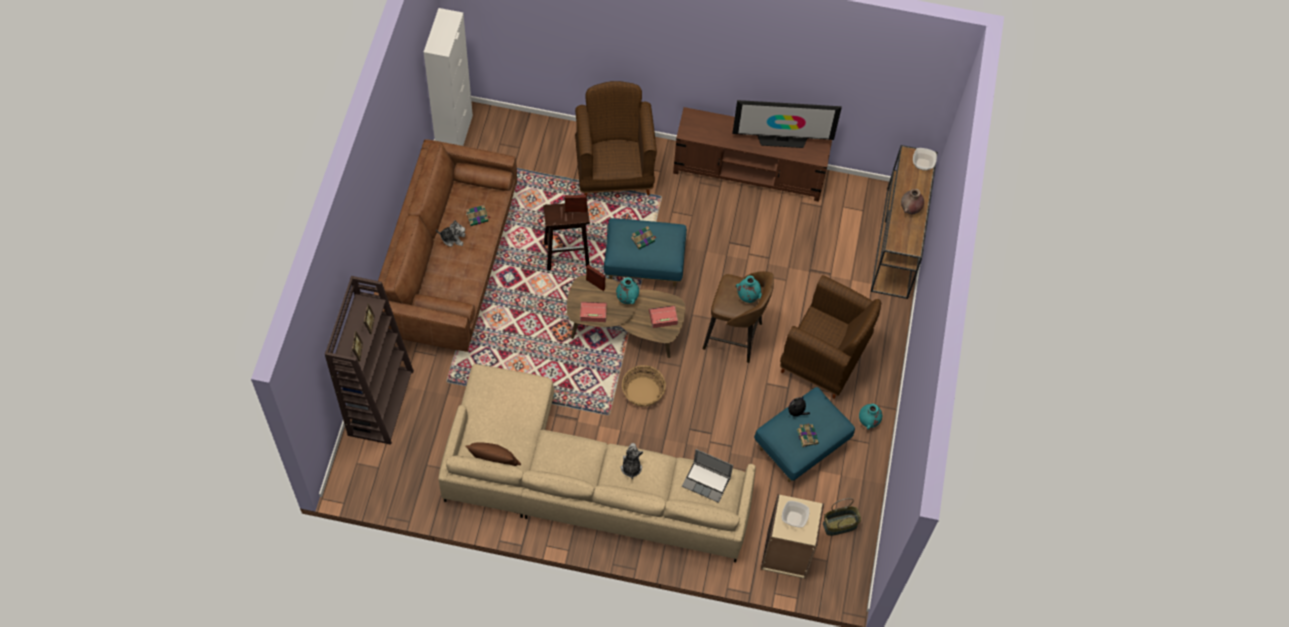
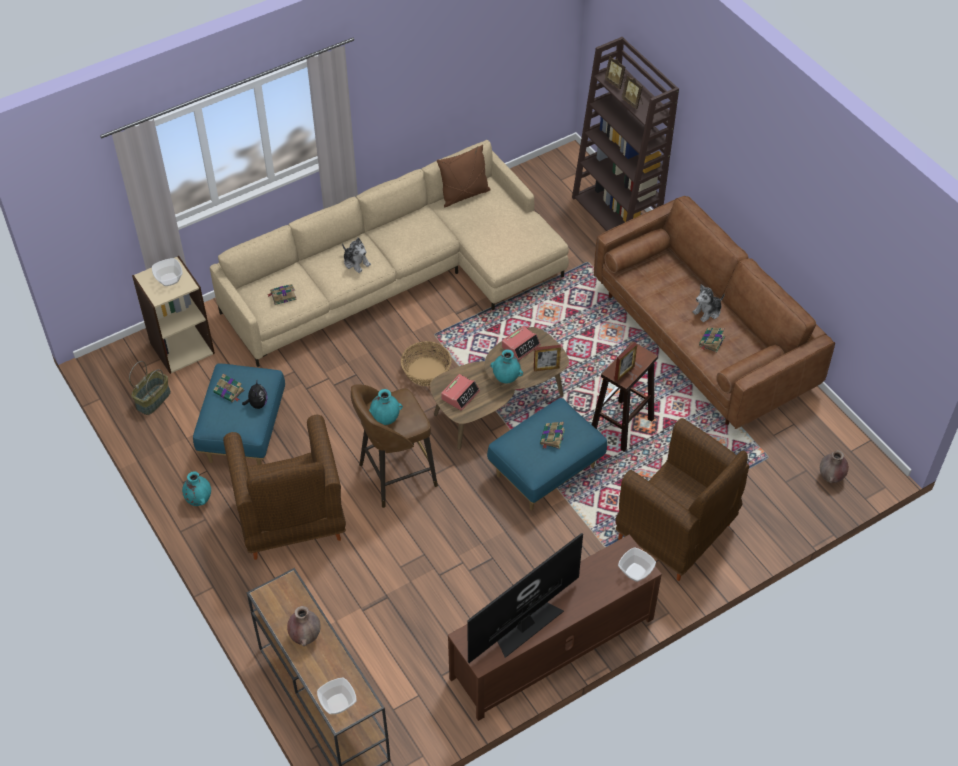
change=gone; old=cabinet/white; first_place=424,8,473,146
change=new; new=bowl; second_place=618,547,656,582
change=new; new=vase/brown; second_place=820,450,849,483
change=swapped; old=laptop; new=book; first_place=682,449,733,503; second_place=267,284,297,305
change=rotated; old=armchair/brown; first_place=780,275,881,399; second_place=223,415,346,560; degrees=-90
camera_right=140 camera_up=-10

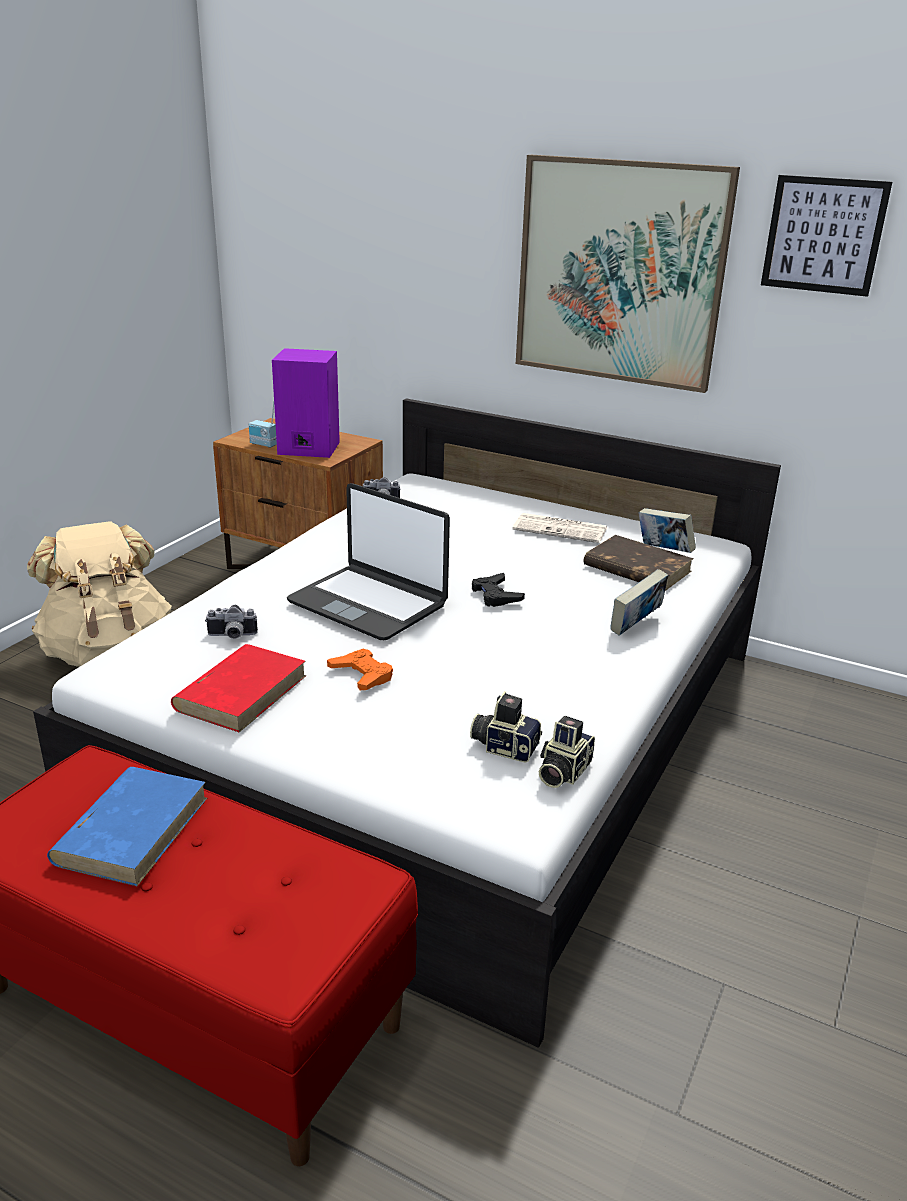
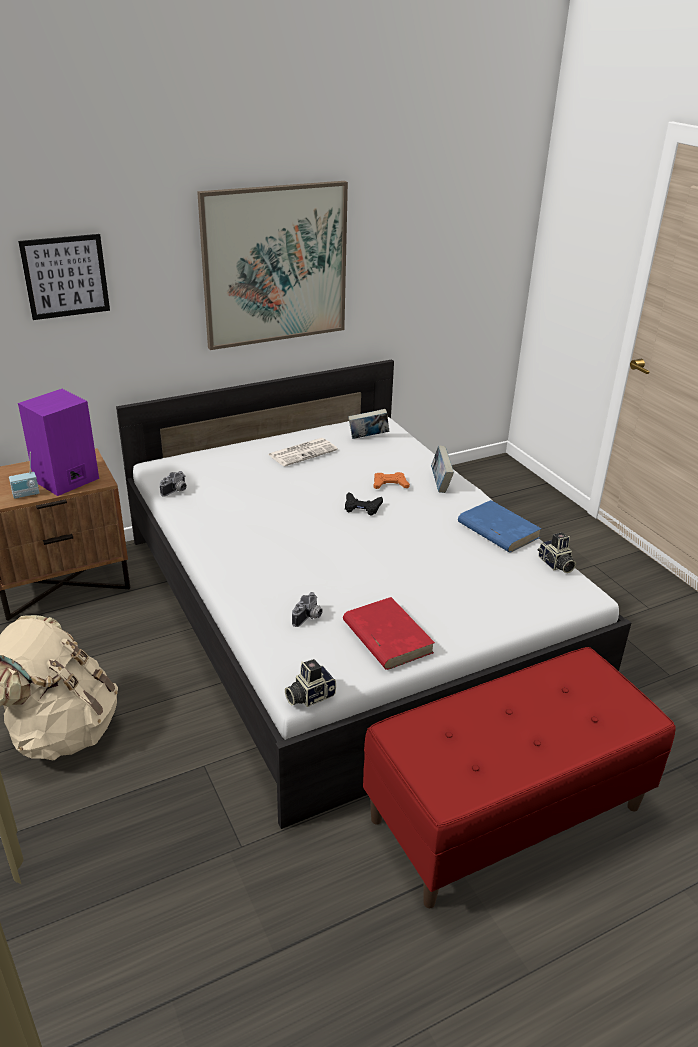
change=gone; old=laptop; first_place=287,483,450,640
change=gone; old=book/brown; first_place=584,535,694,591
change=shifted; old=book/blue; first_place=47,767,207,886; second_place=458,500,542,552
change=shifted; old=game controller/orange; first_place=327,649,393,690; second_place=373,472,410,489
change=shifted; old=photo camera; first_place=470,691,542,762; second_place=285,659,336,707
change=shifted; old=picture; first_place=761,175,892,297; second_place=18,234,110,320
camera_right=-55 camera_up=5

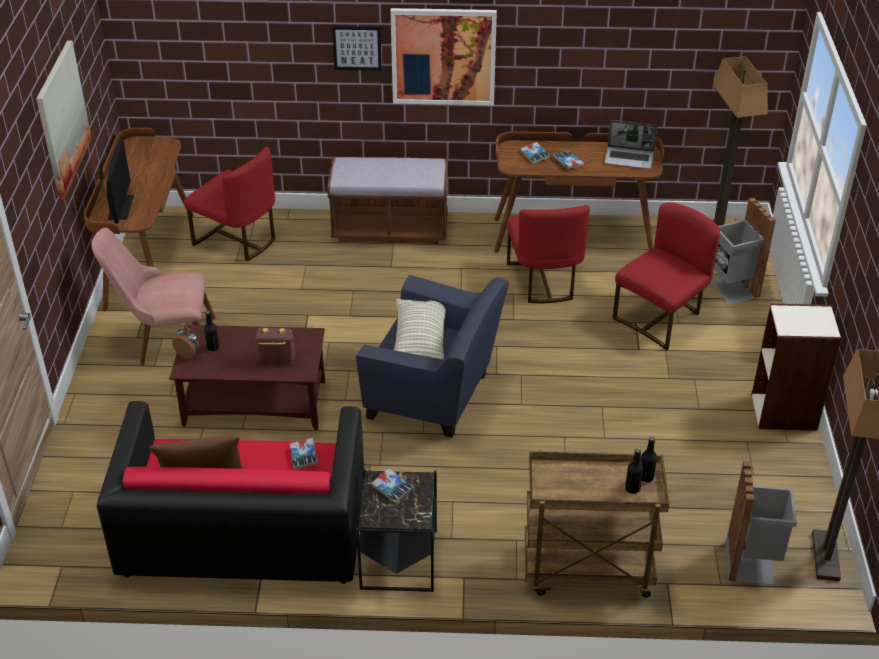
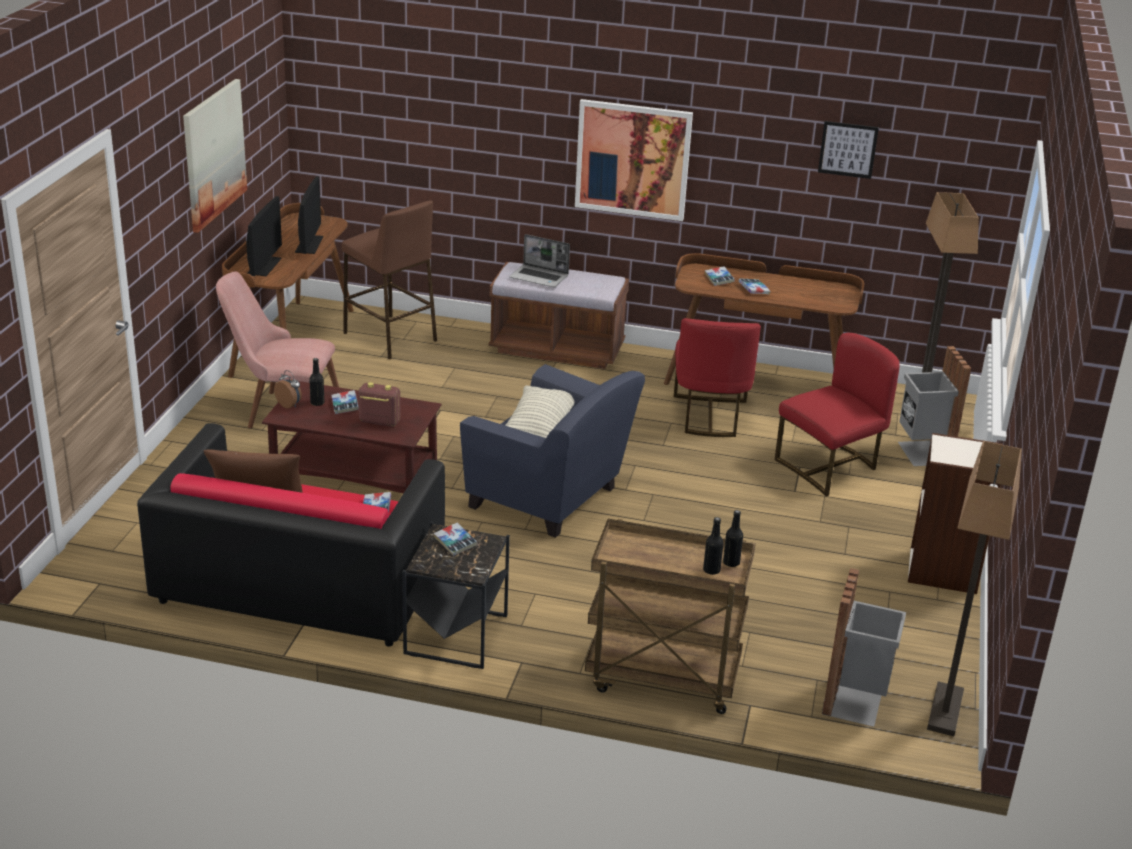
change=new; new=monitor; second_place=295,176,323,254
change=new; new=book; second_place=331,390,359,414
change=shifted; old=picture; first_place=332,26,382,71; second_place=818,121,879,179
change=shifted; old=laptop; first_place=604,120,657,169; second_place=510,234,570,287
change=swapped; old=chair/red; new=stool/brown; first_place=184,147,275,261; second_place=342,201,437,359
camera_right=10 camera_up=-10

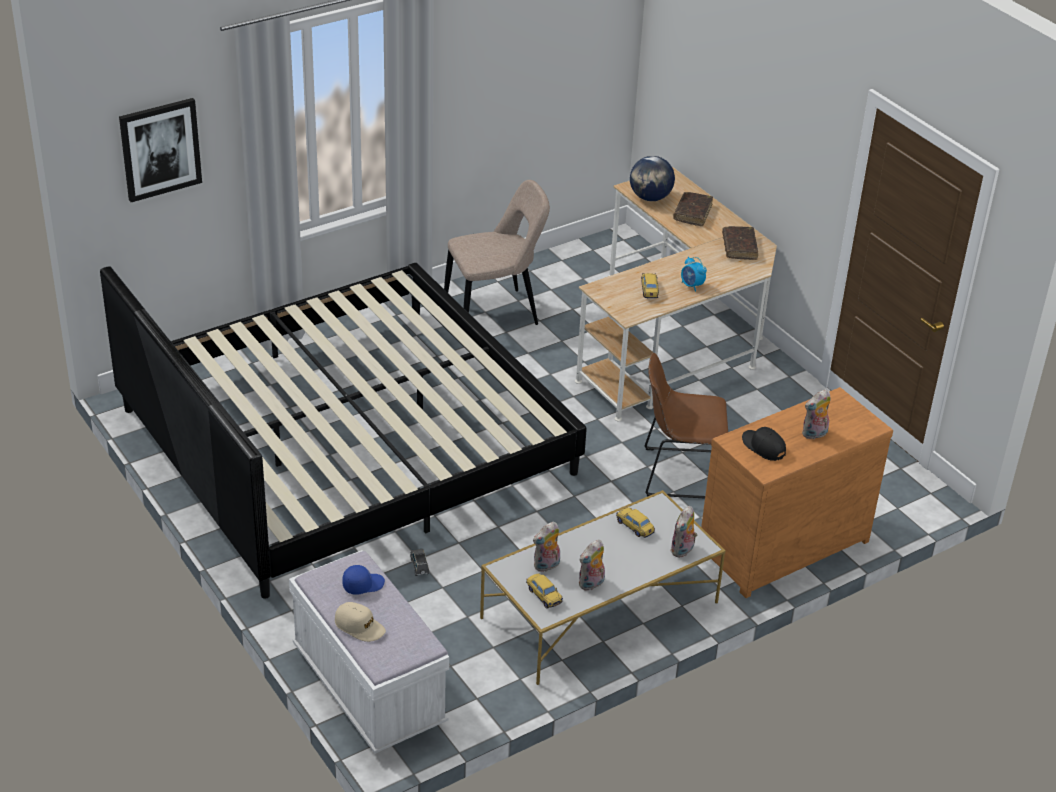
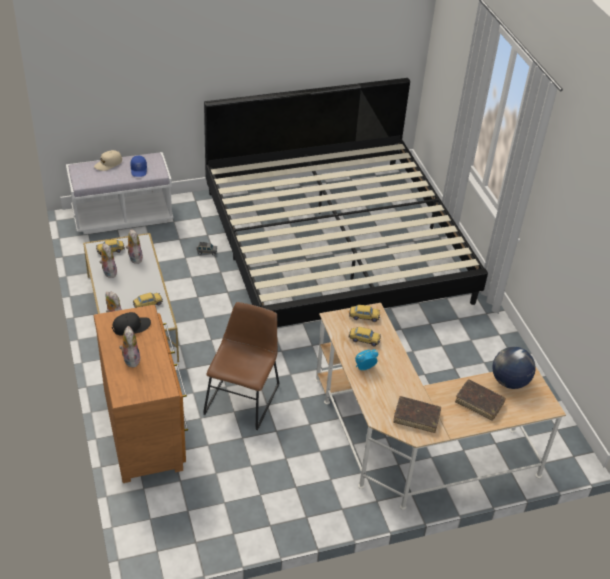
change=gone; old=picture; first_place=119,98,202,202
change=gone; old=chair/beige; first_place=444,180,550,325
change=new; new=toy car; second_place=349,305,380,322
camera_right=105 camera_up=5

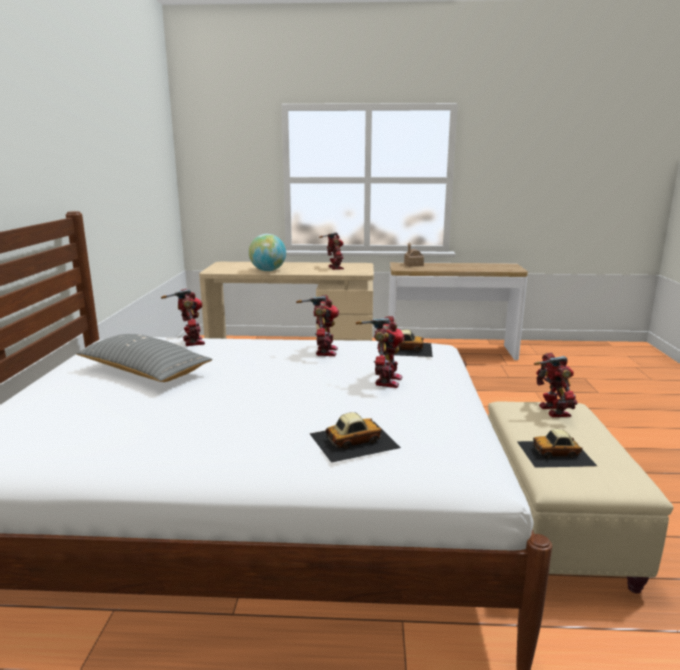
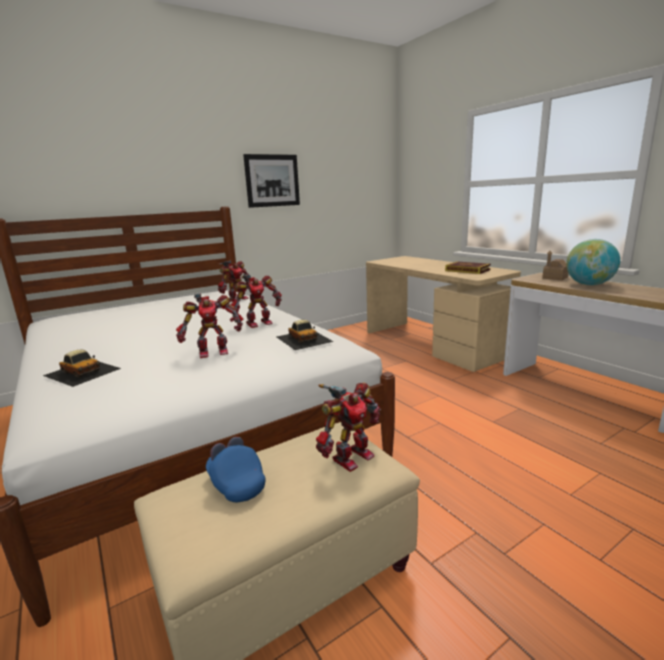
change=gone; old=pillow/grey; first_place=76,334,212,382
change=new; new=picture; second_place=243,154,300,208
change=shifted; old=globe; first_place=249,234,286,271; second_place=566,239,620,285
change=swapped; old=toy robot; new=book; first_place=319,232,344,270; second_place=445,261,491,274
change=swapped; old=toy car; new=cap/blue; first_place=517,429,597,468; second_place=206,437,265,502
camera_right=55 camera_up=0

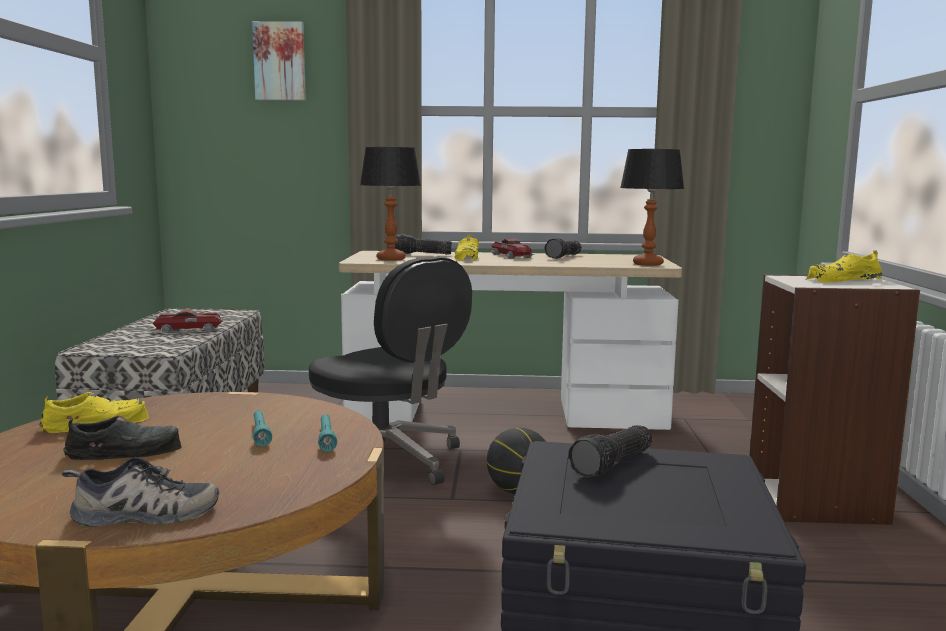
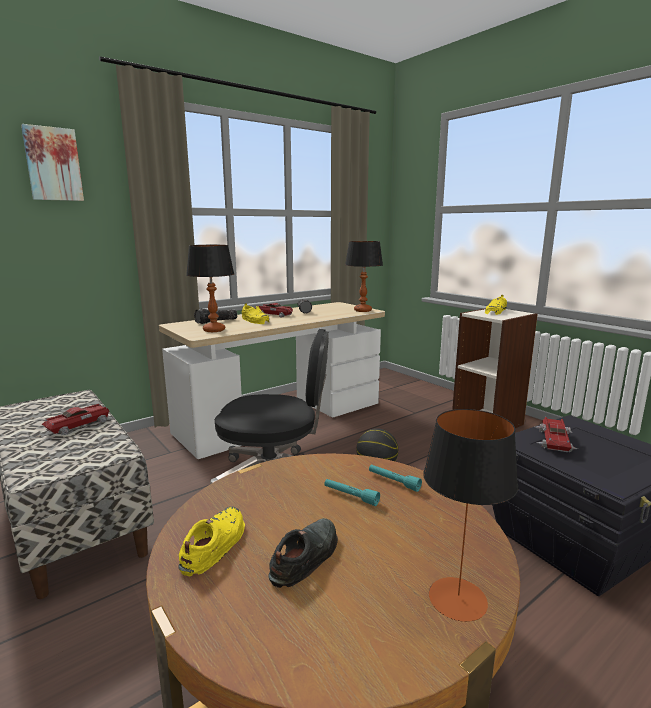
change=swapped; old=shoe; new=table lamp; first_place=62,457,219,527; second_place=423,409,518,622
change=swapped; old=flashlight; new=toy car; first_place=568,425,652,477; second_place=535,417,578,452
camera_right=-40 camera_up=5

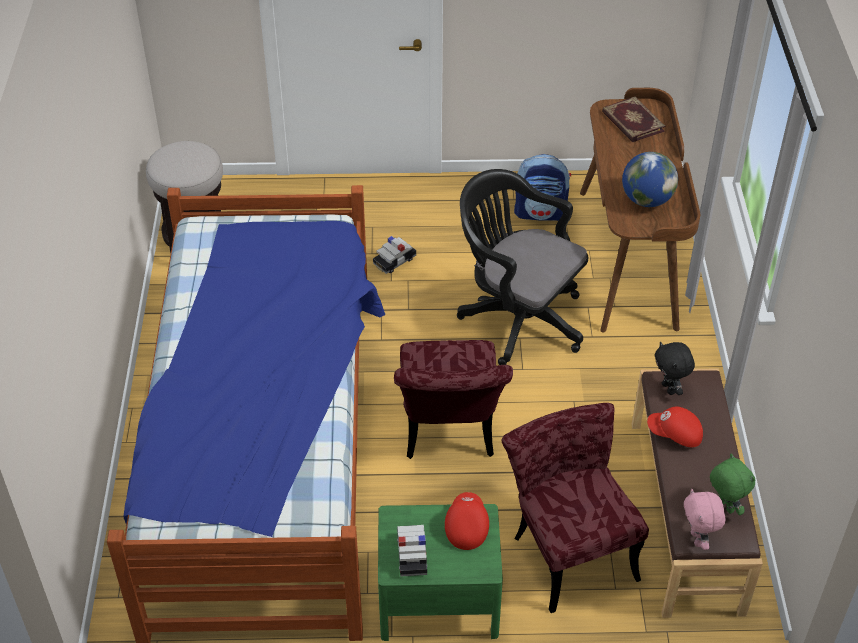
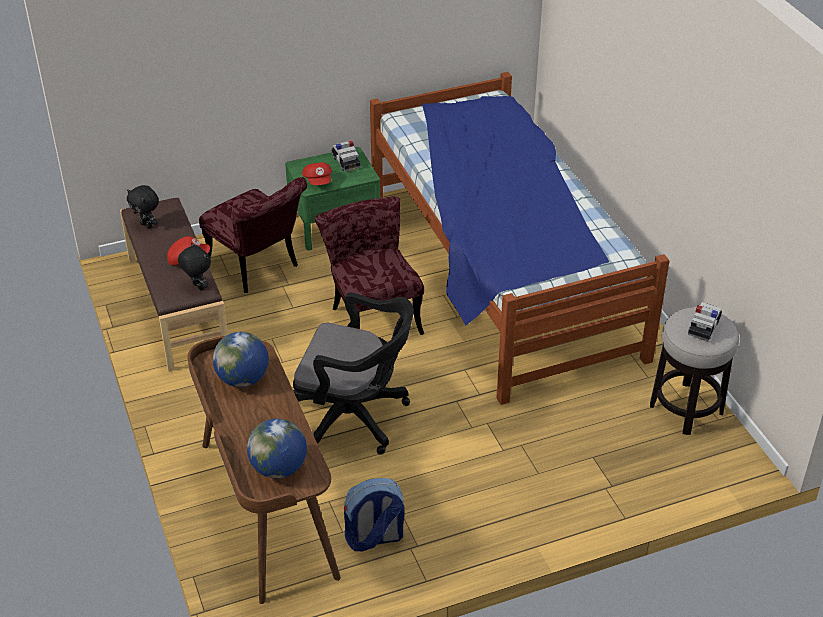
change=gone; old=plush toy/pink; first_place=684,489,726,550
change=shifted; old=toy car; first_place=373,236,416,274; second_place=688,302,722,341
change=swapped; old=book; new=globe; first_place=602,97,665,142; second_place=247,419,307,479
change=repainted; old=plush toy/green; new=plush toy/black; first_place=710,454,755,515; second_place=127,185,159,229
camera_right=160 camera_up=-5

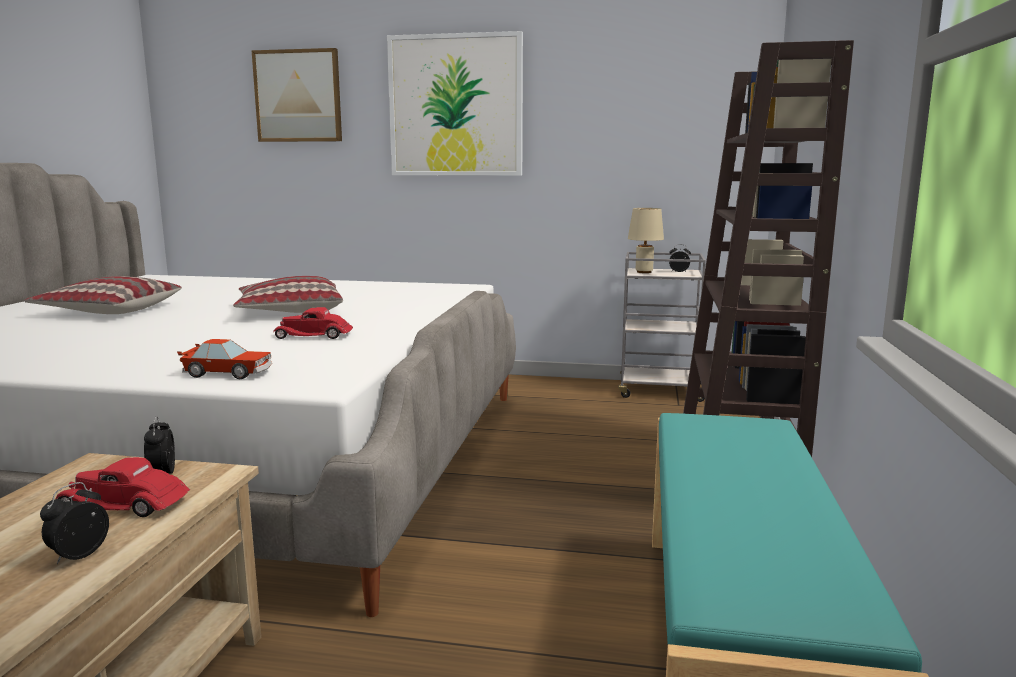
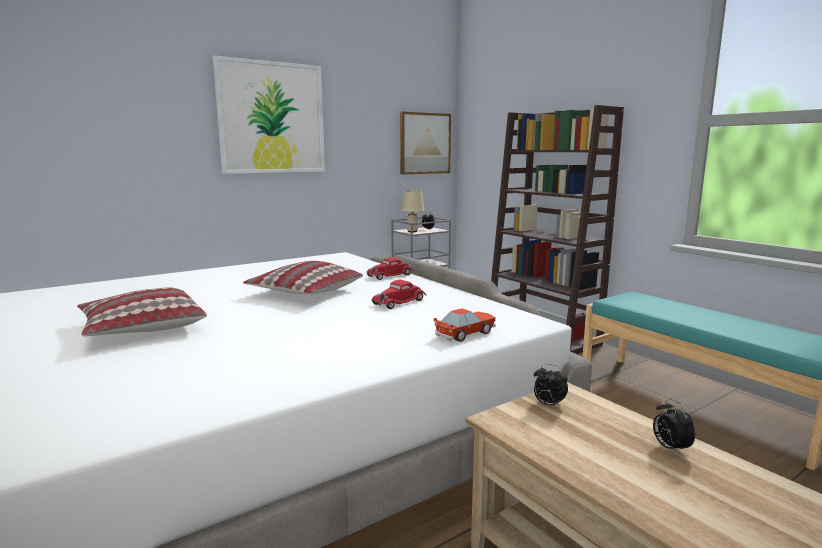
change=shifted; old=toy car/red; first_place=56,457,190,517; second_place=366,257,414,280
change=shifted; old=picture; first_place=252,48,342,142; second_place=400,112,451,174
camera_right=-45 camera_up=0

